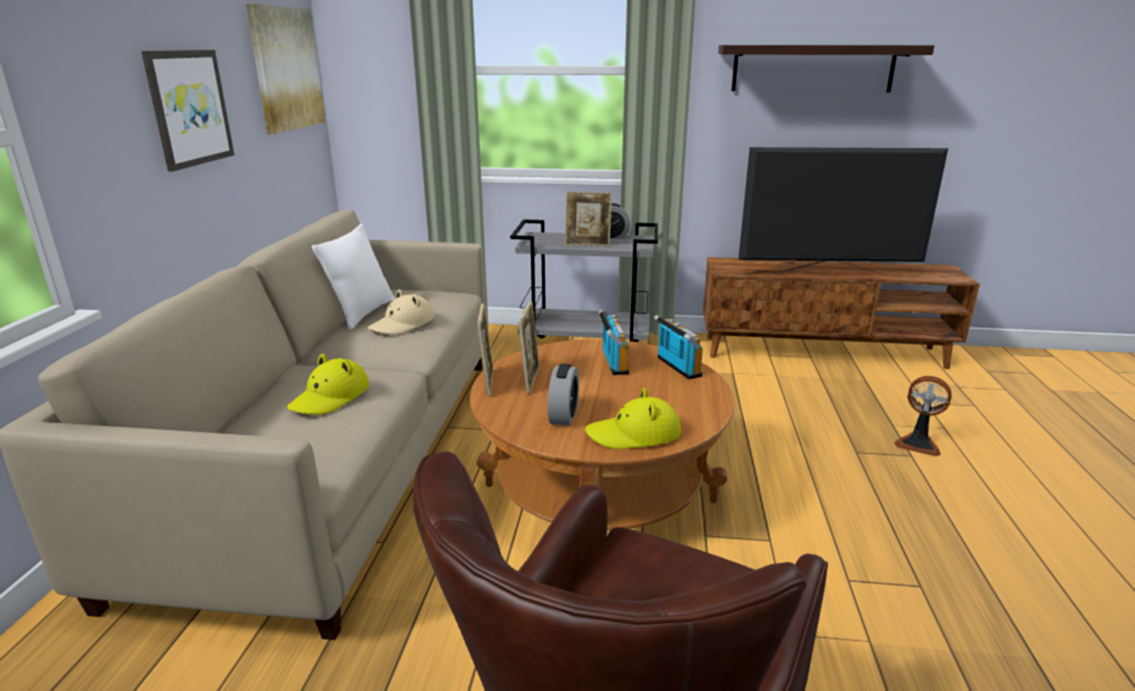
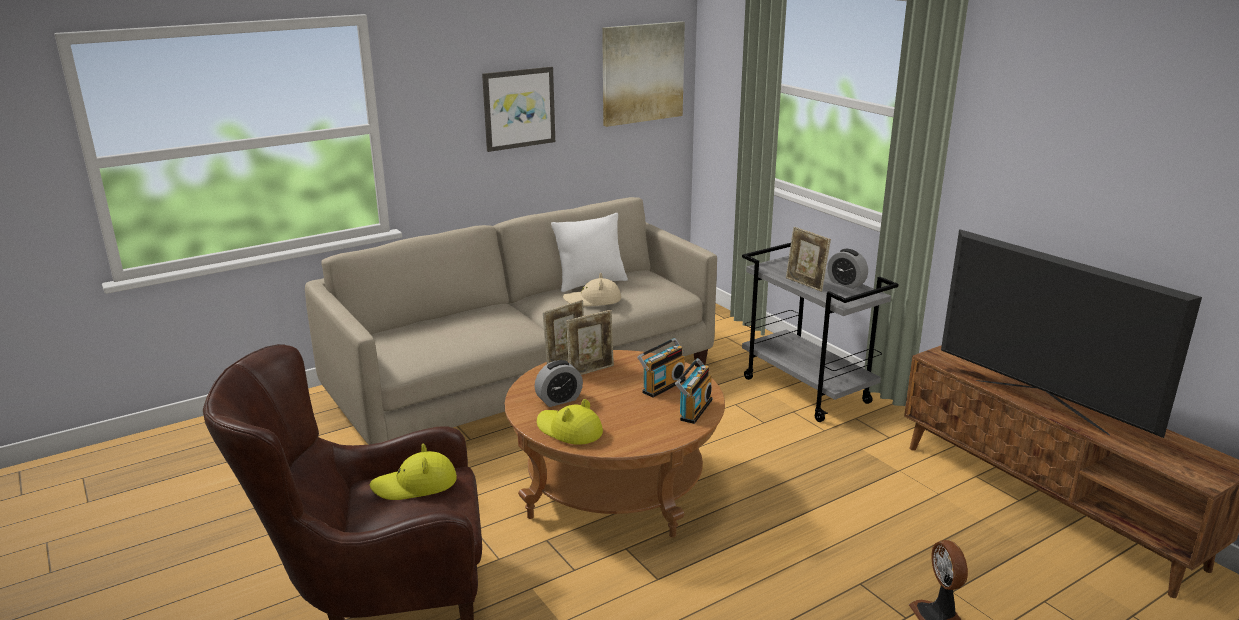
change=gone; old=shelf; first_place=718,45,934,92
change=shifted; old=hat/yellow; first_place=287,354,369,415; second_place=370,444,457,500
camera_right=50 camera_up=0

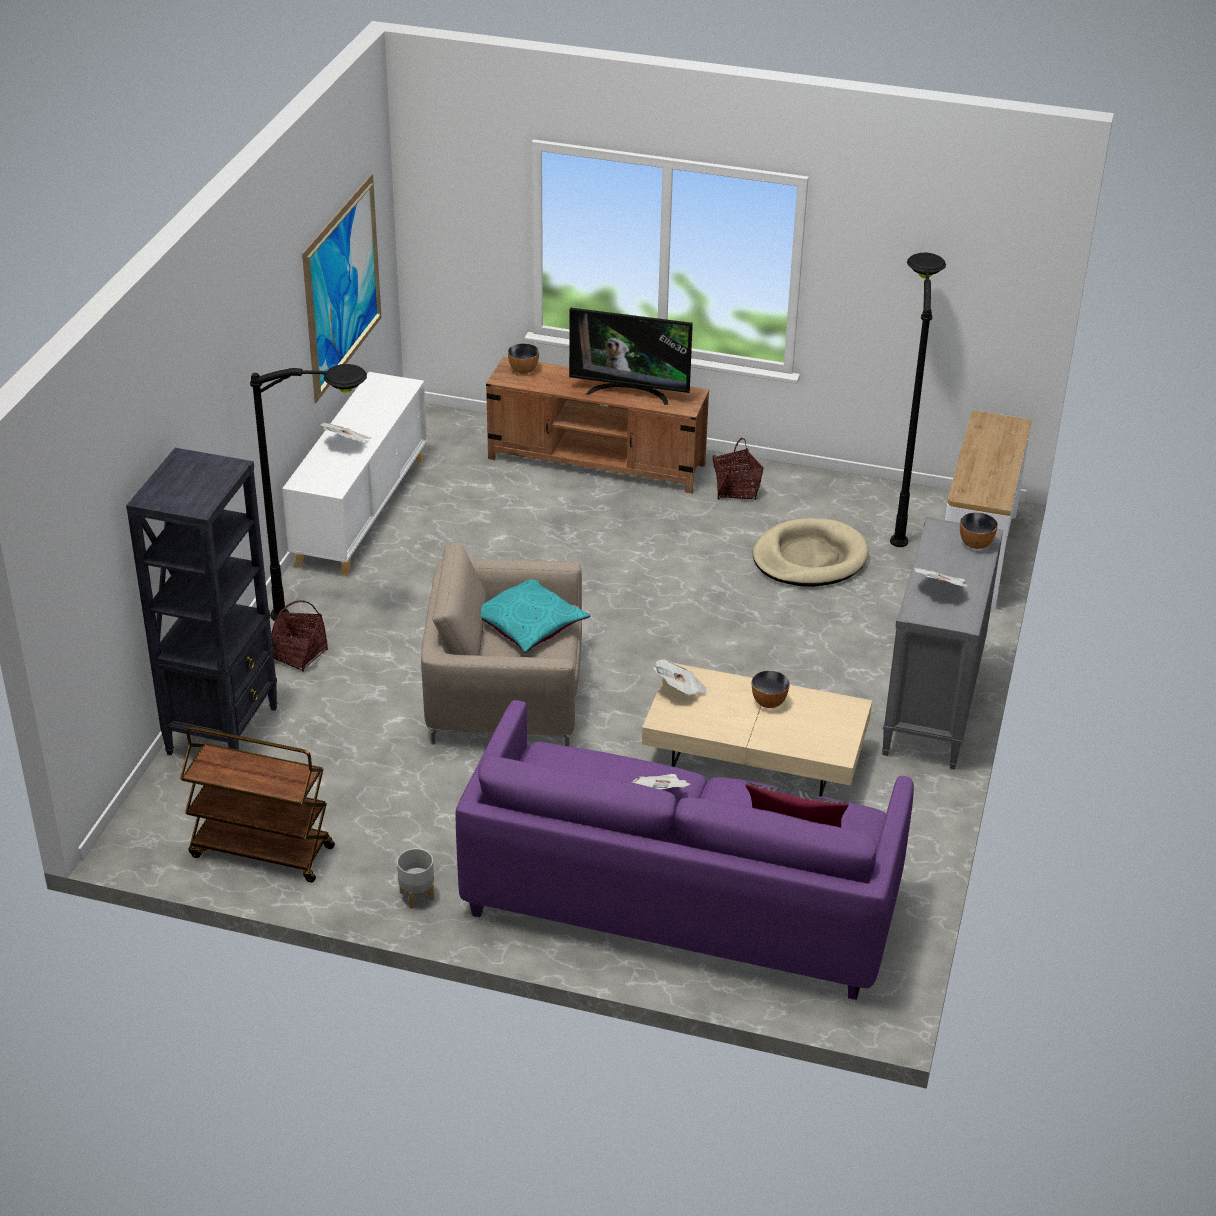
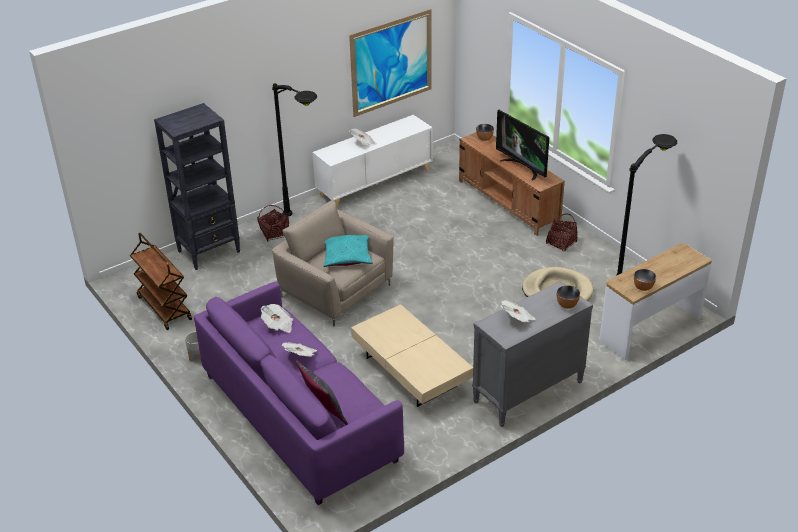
change=shifted; old=newspaper; first_place=653,659,710,696; second_place=261,304,293,333
change=shifted; old=bowl; first_place=752,670,790,708; second_place=634,269,656,291
camera_right=40 camera_up=0

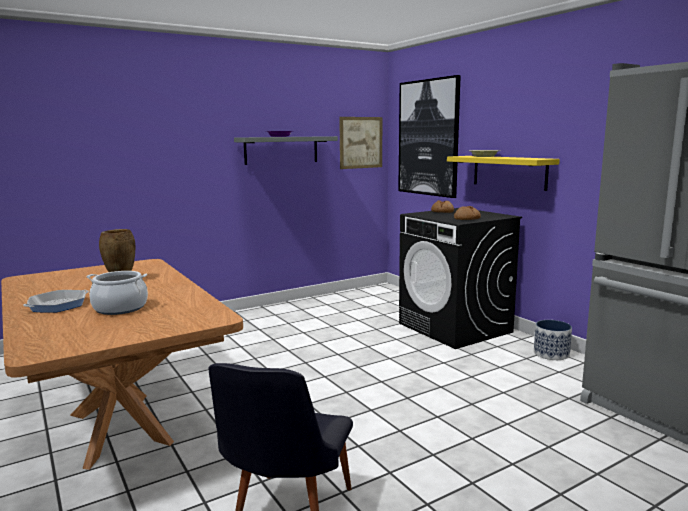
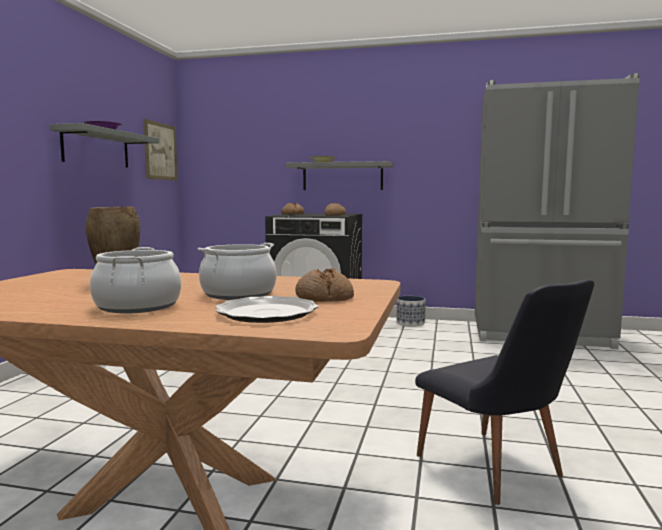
change=gone; old=picture; first_place=398,75,461,198
change=new; new=plate; second_place=215,296,319,323
change=new; new=bread; second_place=295,268,354,302
change=swapped; old=frying pan; new=cooking pot; first_place=23,290,89,313; second_place=90,247,181,313
change=repainted; old=shelf/yellow; new=shelf/grey; first_place=447,156,560,191; second_place=286,161,393,190
camera_right=-45 camera_up=-5

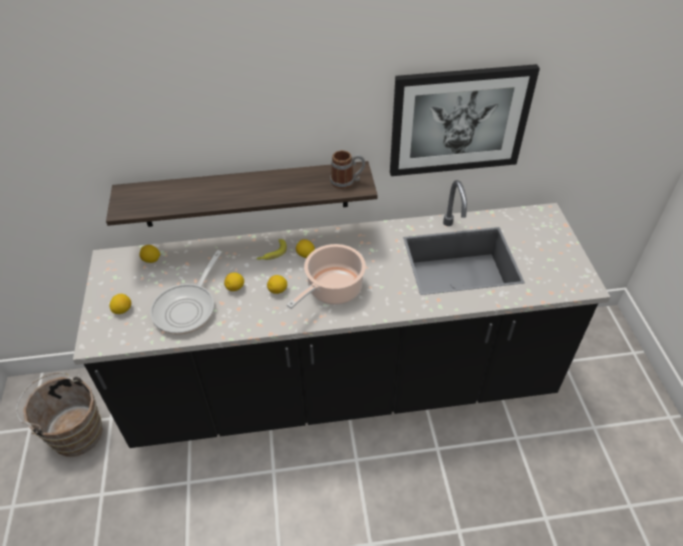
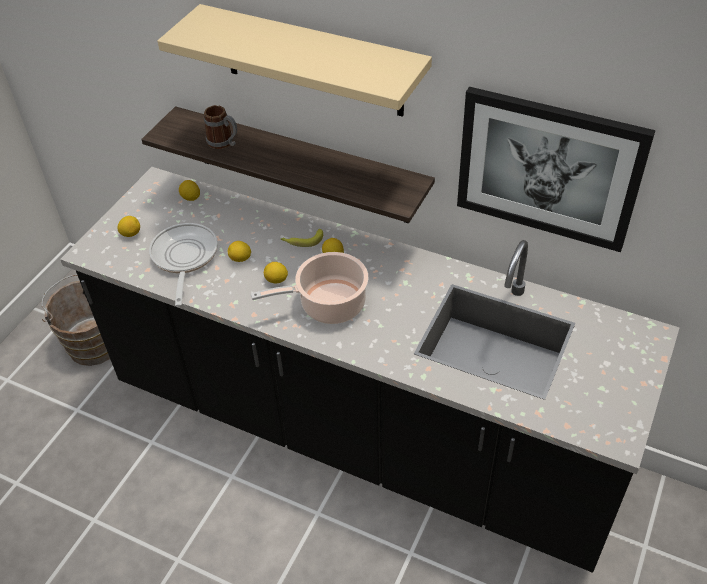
change=new; new=shelf/beige; second_place=157,4,432,117
change=shifted; old=mug; first_place=330,150,365,189; second_place=204,105,237,149
change=rotated; old=frying pan; first_place=150,250,222,335; second_place=149,223,218,306; degrees=120
camera_right=35 camera_up=0

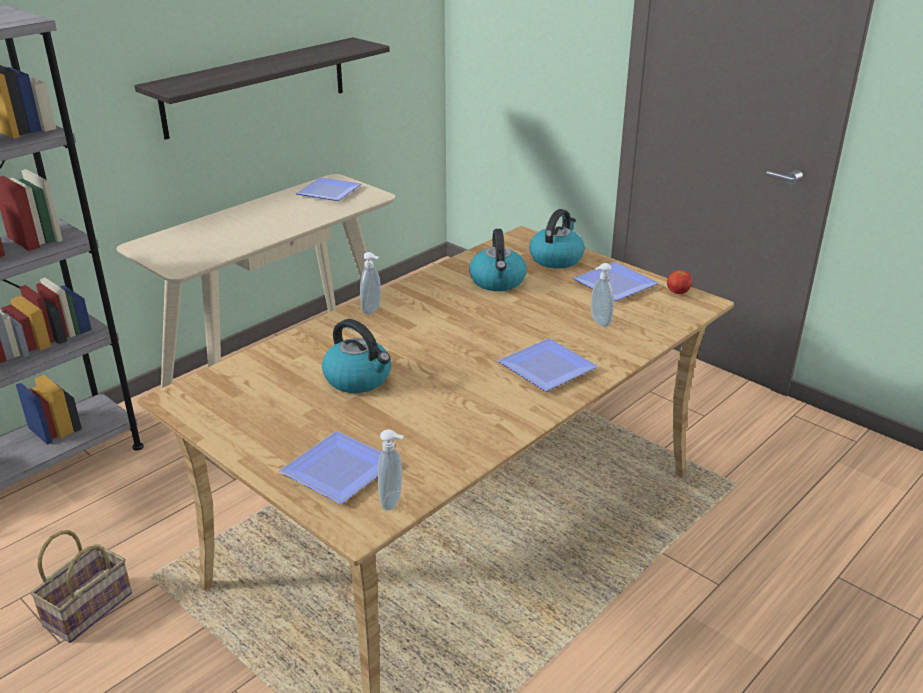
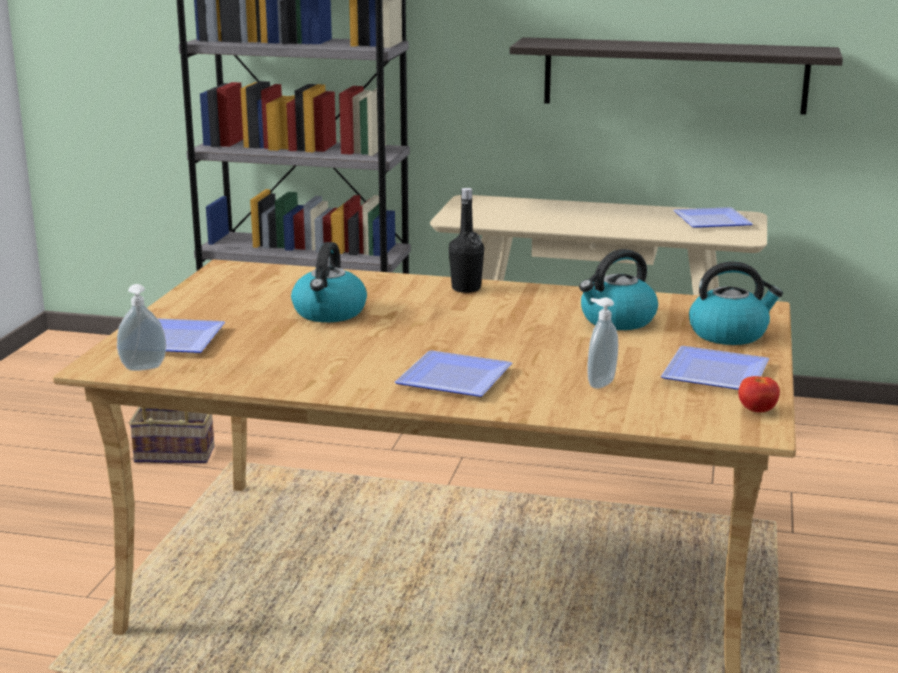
change=swapped; old=soap dispenser; new=bottle/black; first_place=360,252,381,315; second_place=449,188,484,293
camera_right=60 camera_up=-10

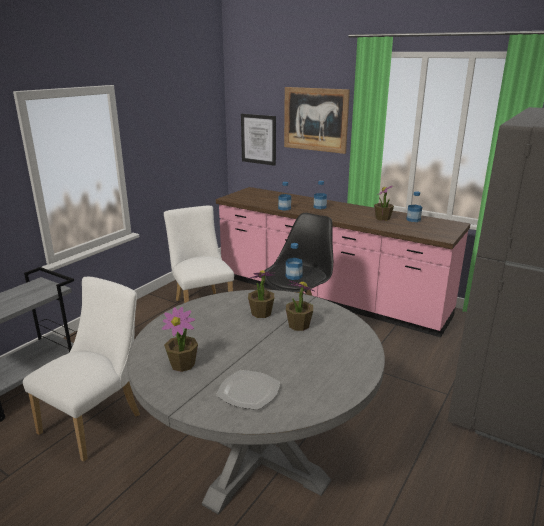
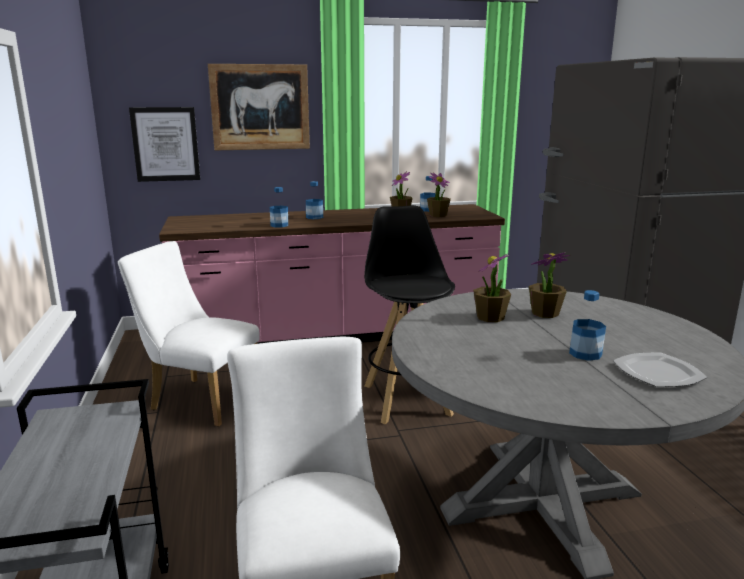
change=shifted; old=potted plant; first_place=162,307,198,372; second_place=427,173,451,217
change=shifted; old=bottle; first_place=286,243,302,280; second_place=569,290,606,361
camera_right=-45 camera_up=-5

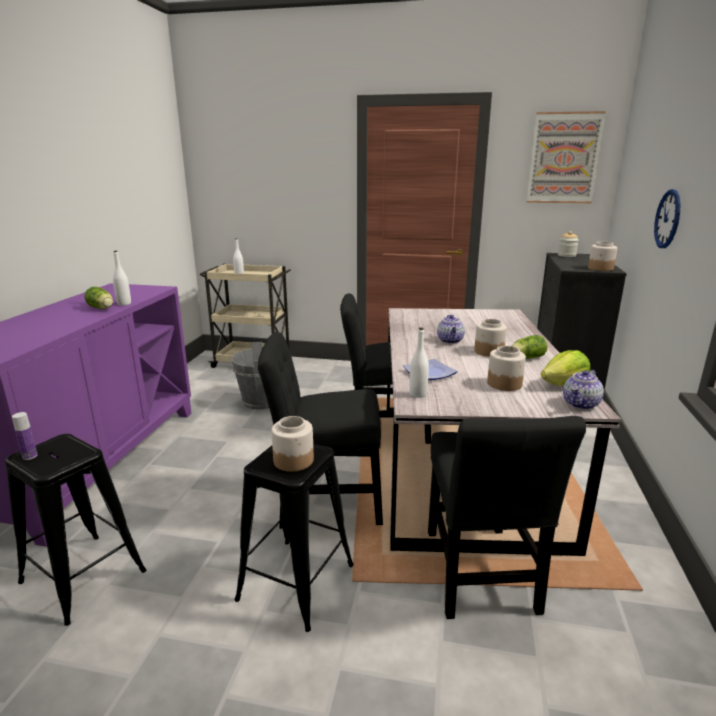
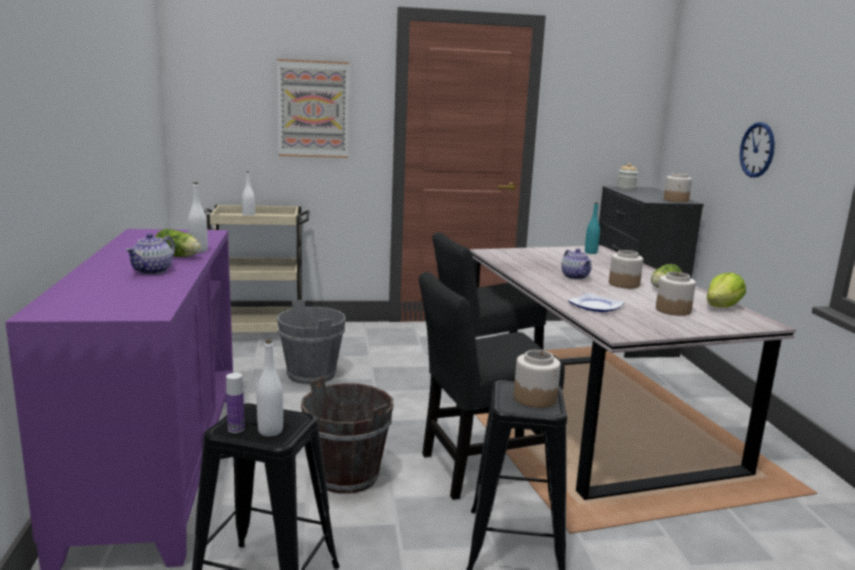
change=gone; old=chair/black; first_place=428,416,586,619
change=new; new=bucket/brown; second_place=301,377,393,494
change=new; new=bottle/turquoise; second_place=585,203,600,254
change=shifted; old=bottle/white; first_place=409,327,429,398; second_place=257,340,283,436
change=shifted; old=picture; first_place=527,111,606,203; second_place=277,59,349,158
change=shifted; old=teapot; first_place=563,370,604,410; second_place=125,233,175,275
camera_right=-20 camera_up=-5

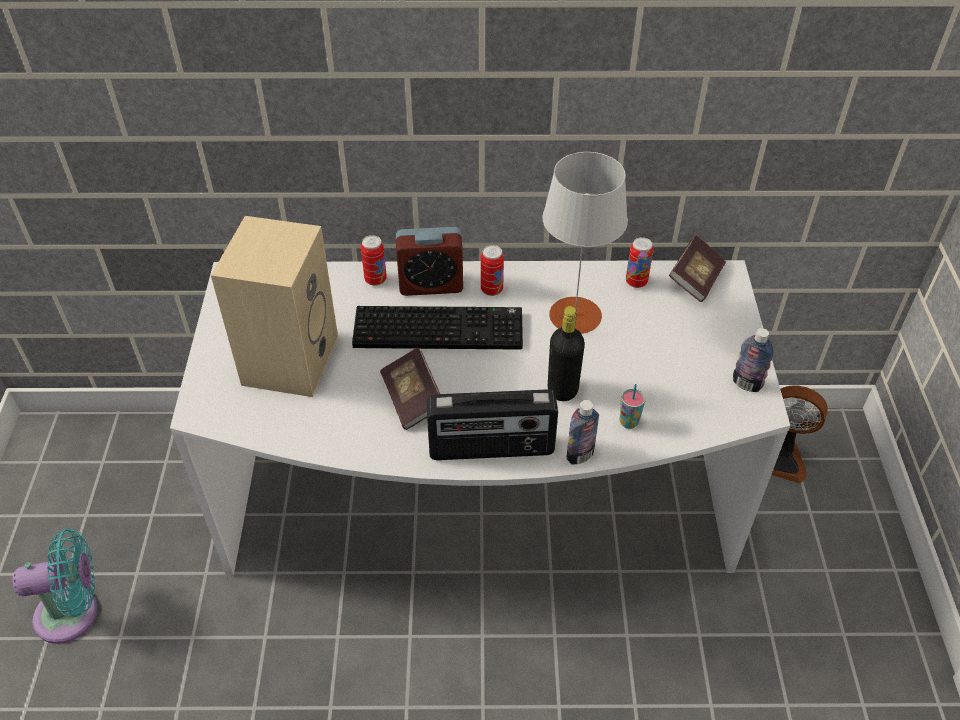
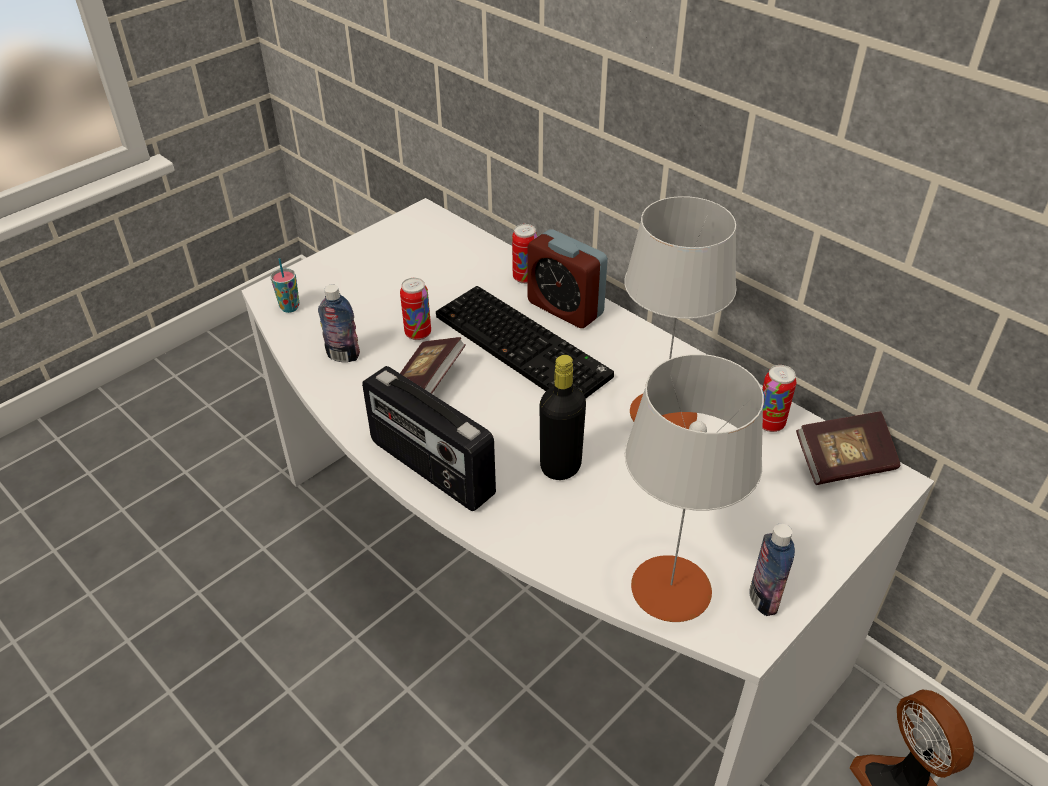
change=gone; old=fan/turquoise; first_place=12,529,98,644
change=gone; old=speaker/beige; first_place=211,216,338,397
change=new; new=table lamp/grey; second_place=625,354,764,622
change=shifted; old=can; first_place=481,245,504,296; second_place=400,278,431,340
change=shifted; old=bottle; first_place=566,400,599,465; second_place=318,284,360,362
change=shifted; old=cup; first_place=620,384,646,429; second_place=270,258,299,313
camera_right=45 camera_up=-5

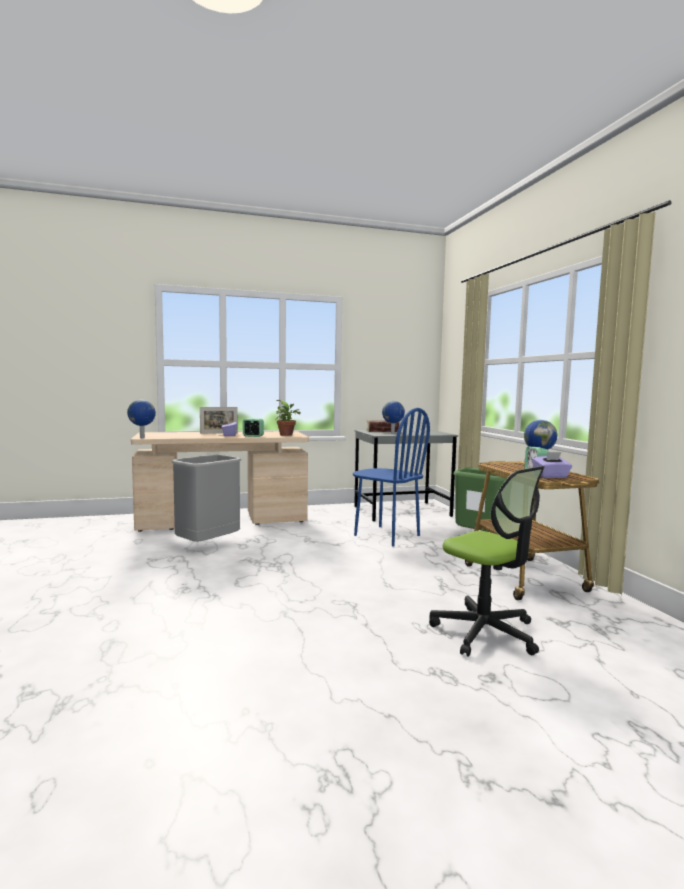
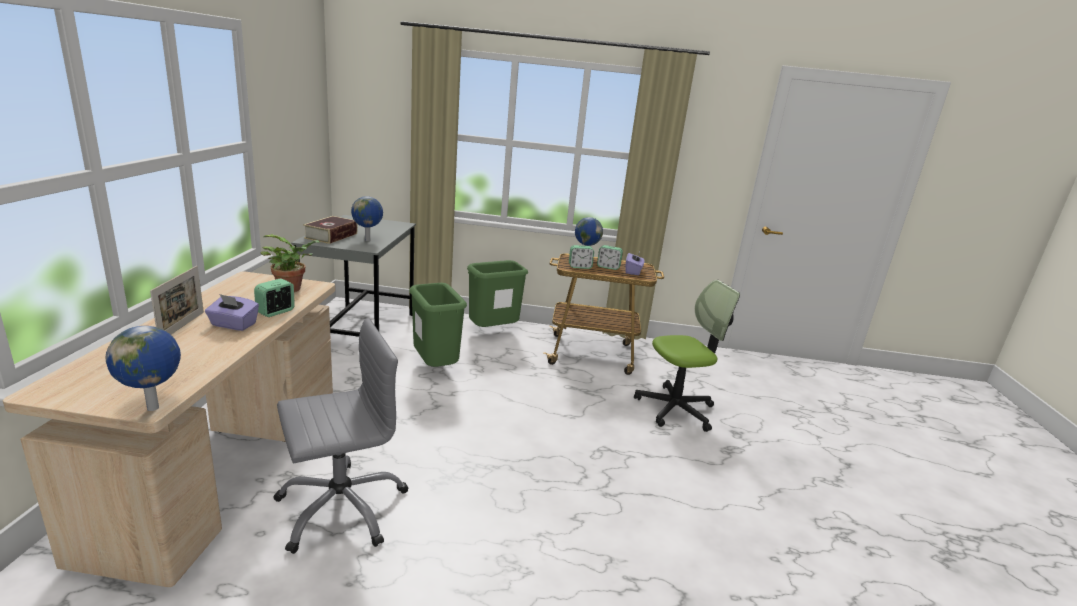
change=new; new=alarm clock; second_place=569,245,594,269
change=swapped; old=trash can/grey; new=office chair/grey; first_place=172,454,241,542; second_place=274,318,409,554
change=swapped; old=chair/blue; new=trash can/green; first_place=353,408,430,546; second_place=409,283,467,367
camera_right=-70 camera_up=15

